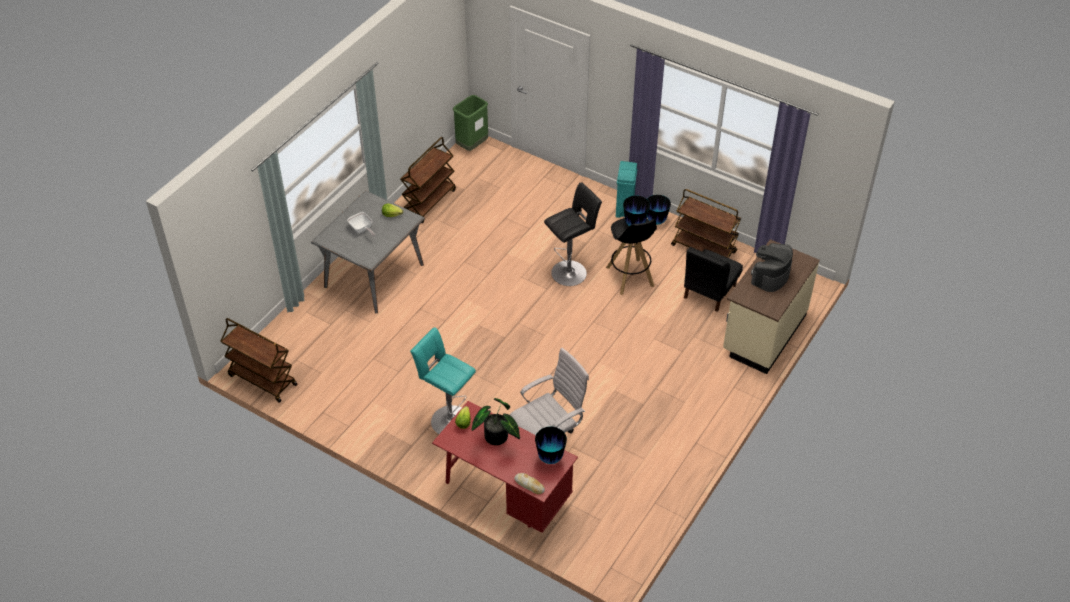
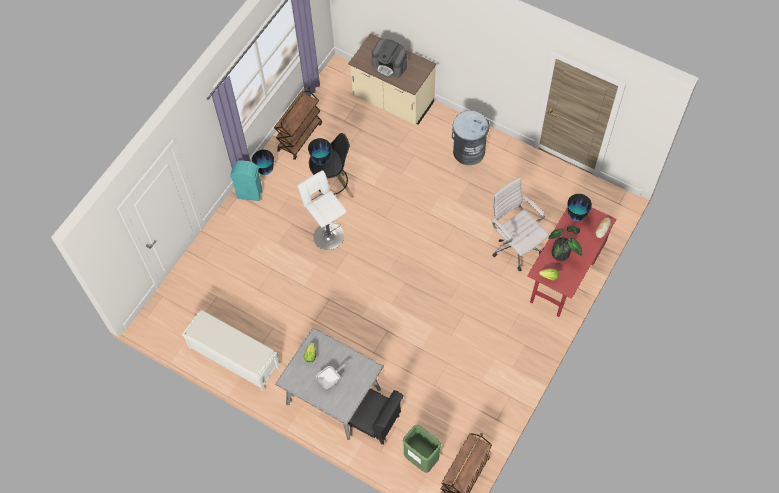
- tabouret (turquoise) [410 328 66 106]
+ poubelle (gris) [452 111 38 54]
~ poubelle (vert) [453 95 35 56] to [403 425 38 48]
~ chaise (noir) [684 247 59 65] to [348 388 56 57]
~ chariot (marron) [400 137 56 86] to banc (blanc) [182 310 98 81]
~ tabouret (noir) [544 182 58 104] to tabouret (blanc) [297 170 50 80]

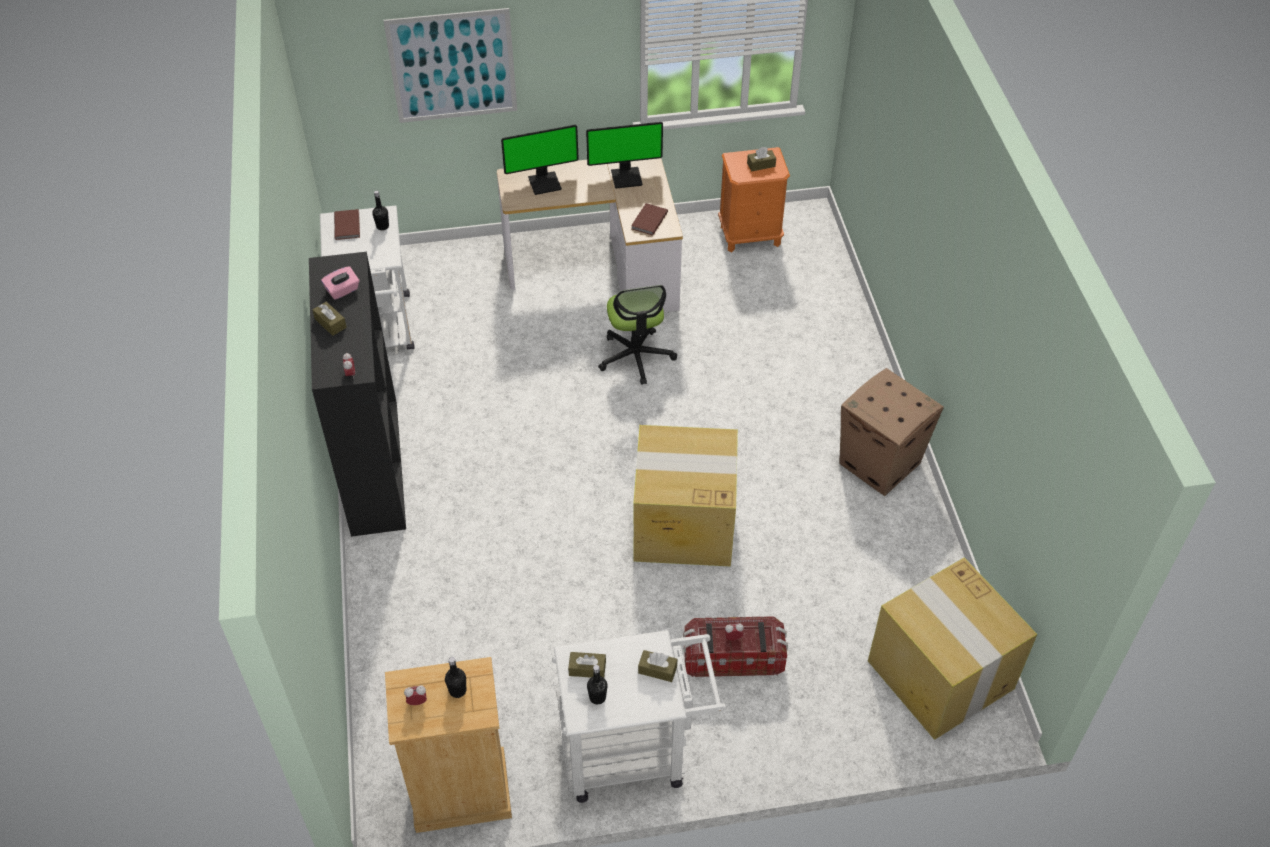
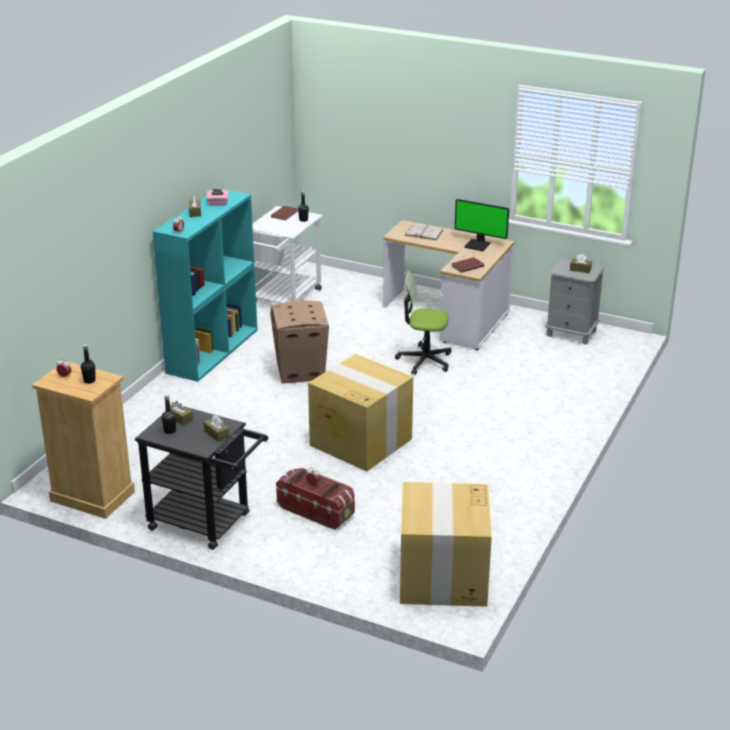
- tableau [383 8 134 115]
~ carton [839 368 105 128] to [270 301 59 83]
~ écran d'ordinateur [501 125 78 70] to livre (blanc) [404 223 39 17]
~ bibliothèque (noir) [309 252 97 285] to bibliothèque (turquoise) [153 188 105 194]
~ chariot (blanc) [552 630 174 173] to chariot (noir) [135 406 133 144]
~ table de chevet (orange) [718 147 72 105] to table de chevet (gris) [545 258 60 87]
~ chaise de bureau [598 285 79 100] = [395 271 56 104] 75 degrees clockwise

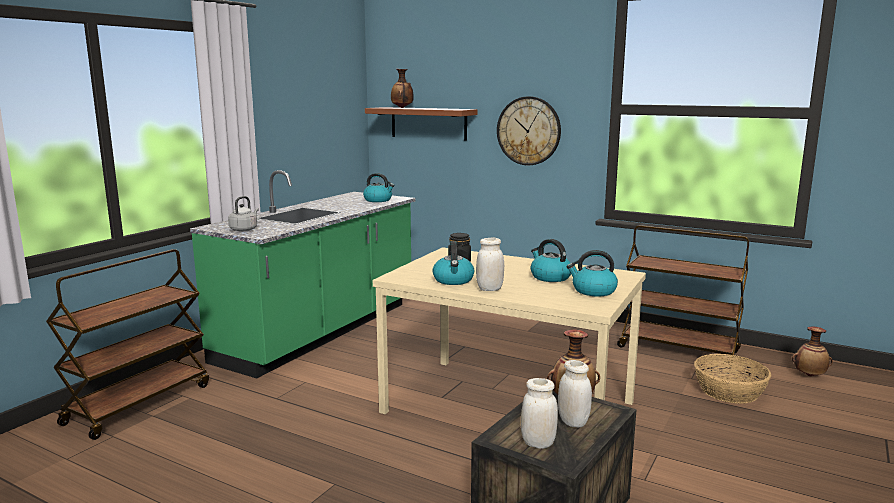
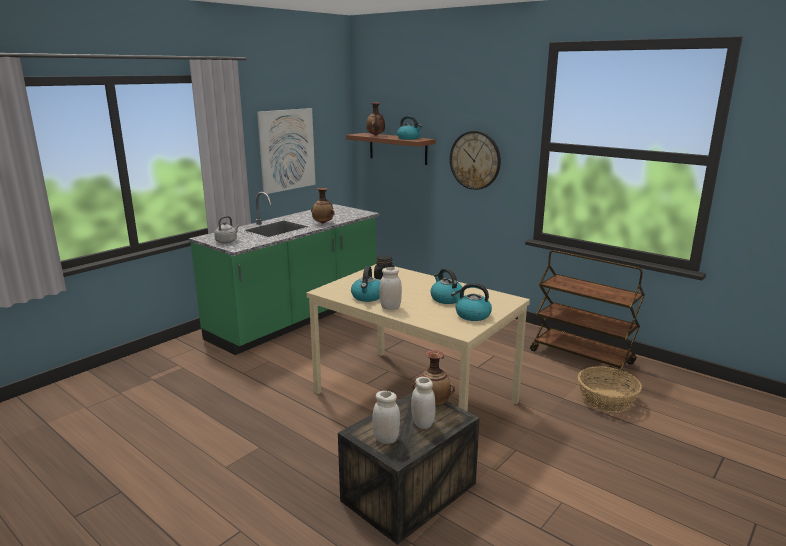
- chariot (marron) [46 249 163 191]
+ tableau [257 108 59 86]
~ bouilloire [363 173 31 29] to [397 116 25 24]
~ vase [792 327 41 49] to [311 188 23 36]

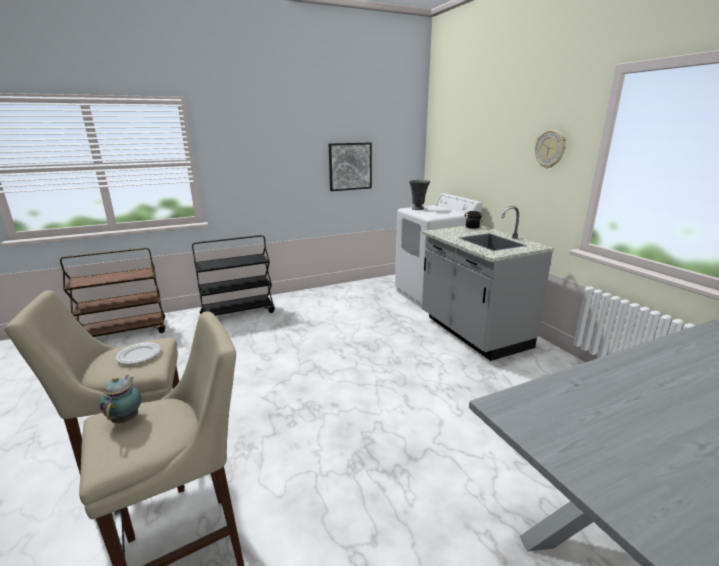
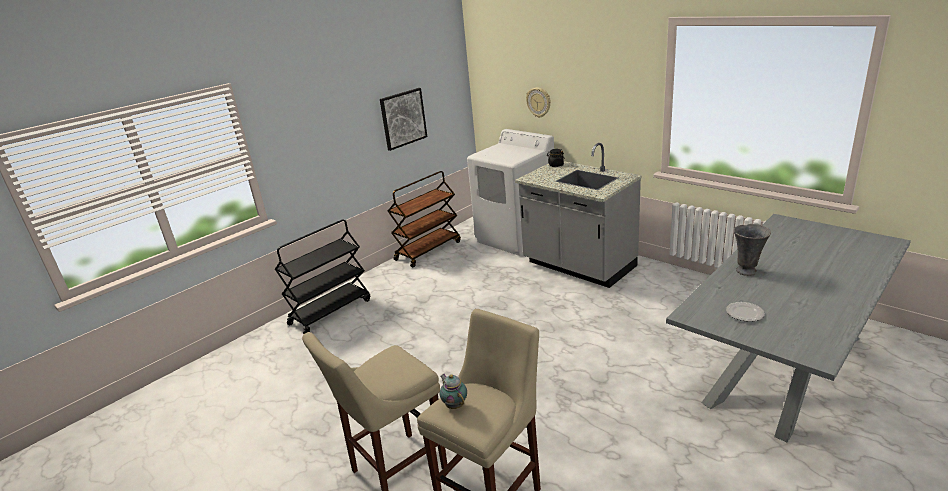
~ chariot (marron) [60 248 105 89] to [388 171 73 96]
~ assiette [116 342 45 22] to [726 302 39 20]
~ vase (gris) [409 180 21 30] to [734 224 37 52]
~ horloge murale [535 130 31 38] to [526 88 25 30]

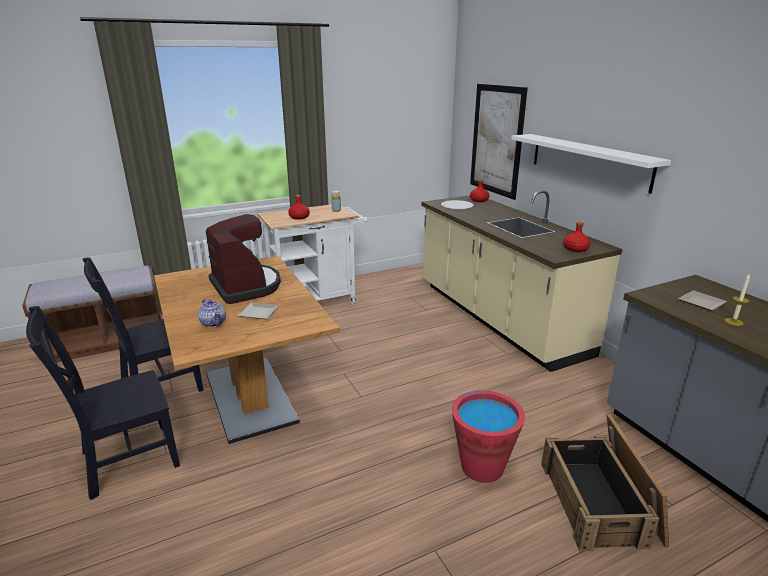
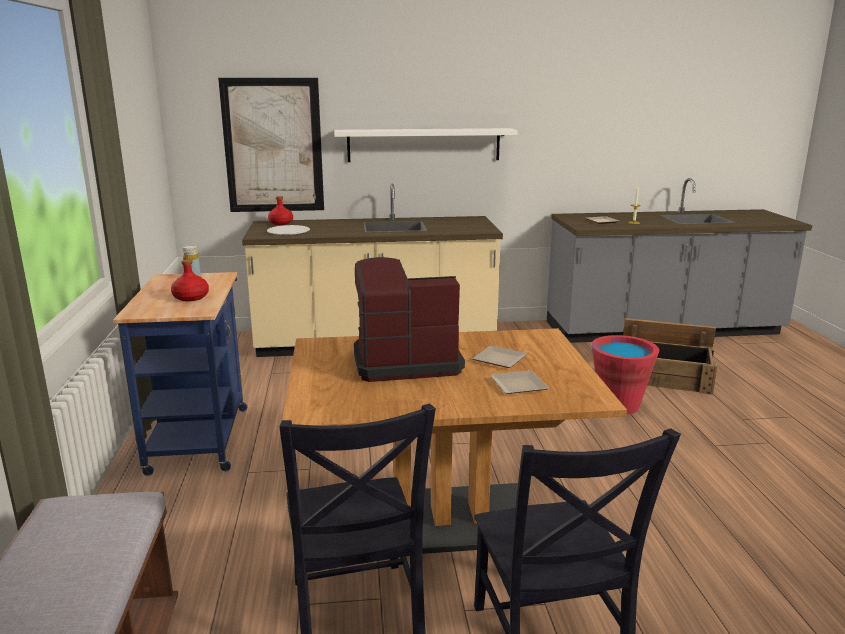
- bouteille (rouge) [563 222 28 30]
~ théière [198 299 28 29] to assiette [490 370 59 24]
~ chariot (blanc) [257 204 111 100] to chariot (bleu) [113 272 134 204]

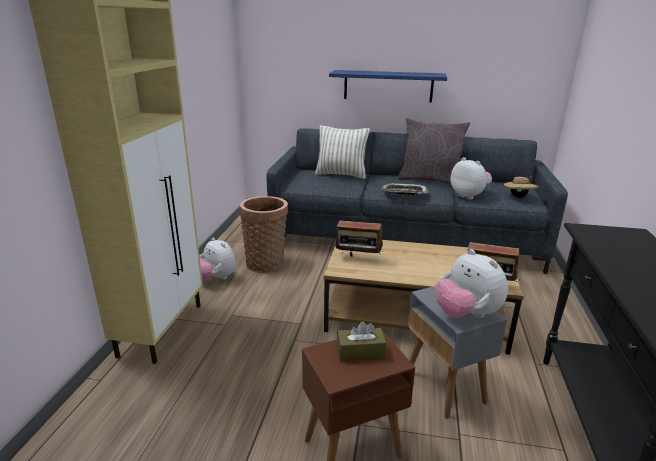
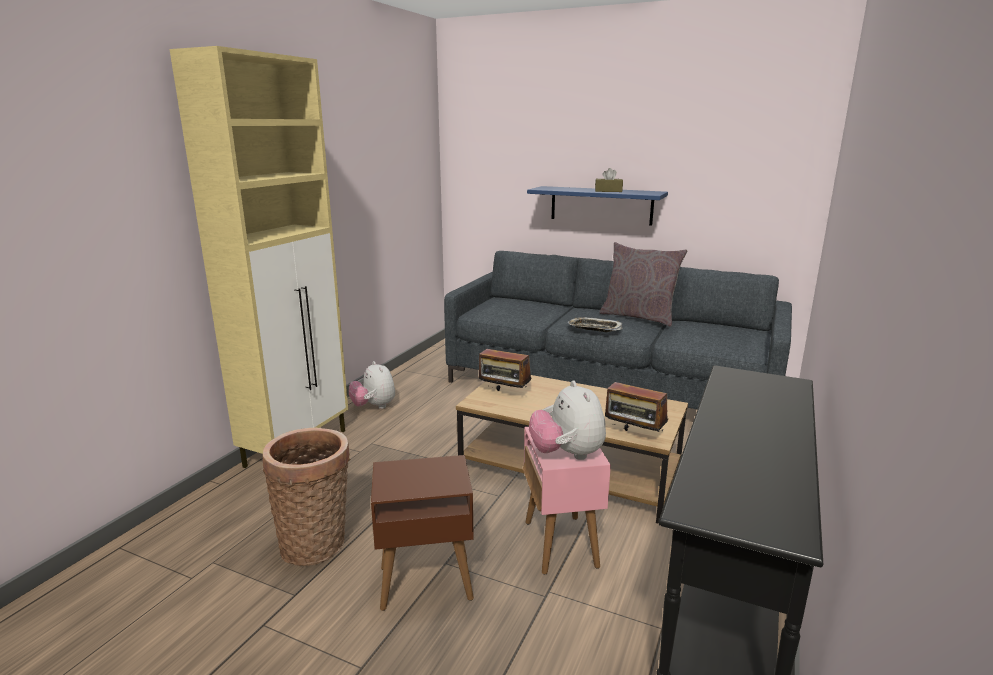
- coussin [315 125 55 54]
- peluche [450 157 42 43]
- chapeau (beige) [504 177 34 21]
~ panier [239 196 49 77] to [263 428 87 138]
~ boîte à mouchoirs (marron) [337 321 49 40] to [595 168 28 24]
~ table d'appoint (gris) [408 286 99 132] to table d'appoint (rose) [523 427 88 148]

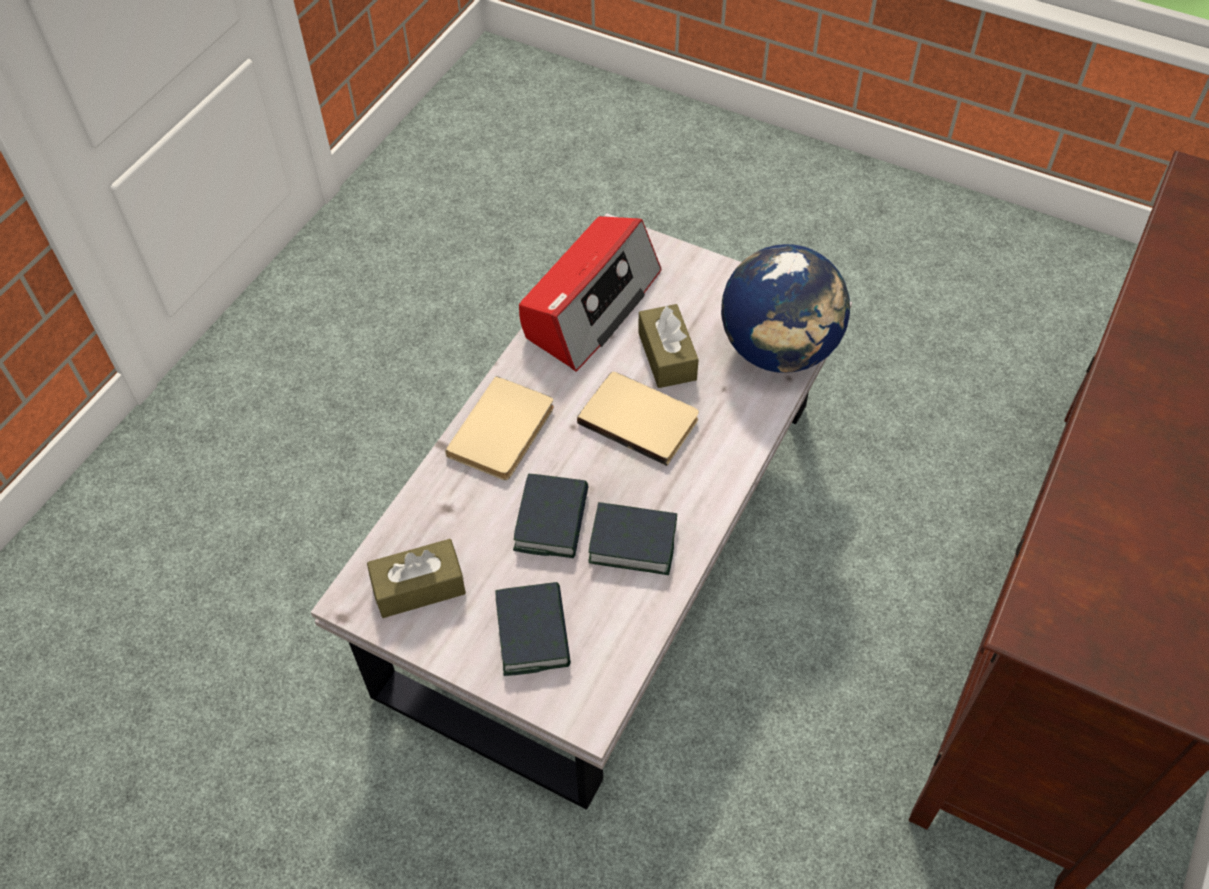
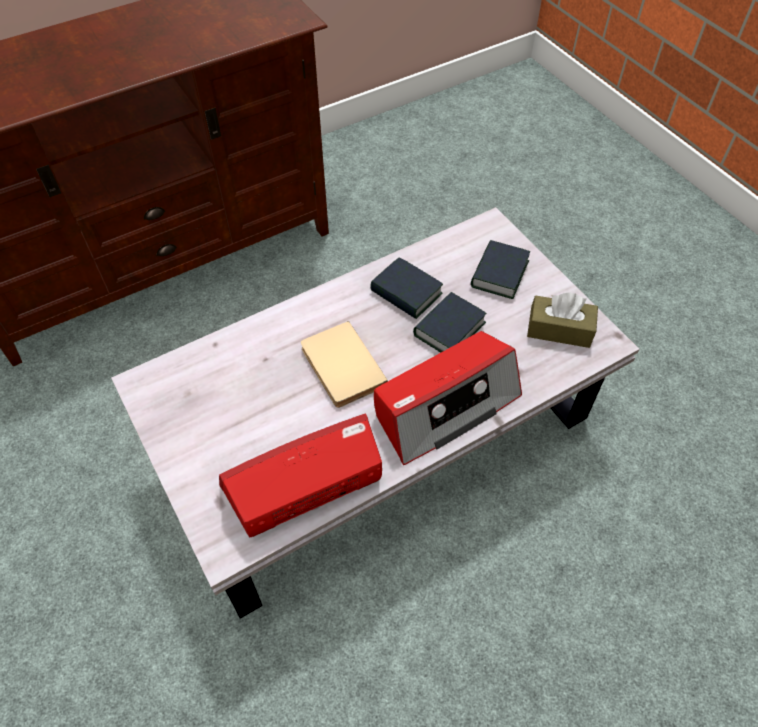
- boîte à mouchoirs (marron) [638 304 61 84]
- globe [721 244 129 129]
~ livre (beige) [445 376 109 104] to radio [374 331 148 134]

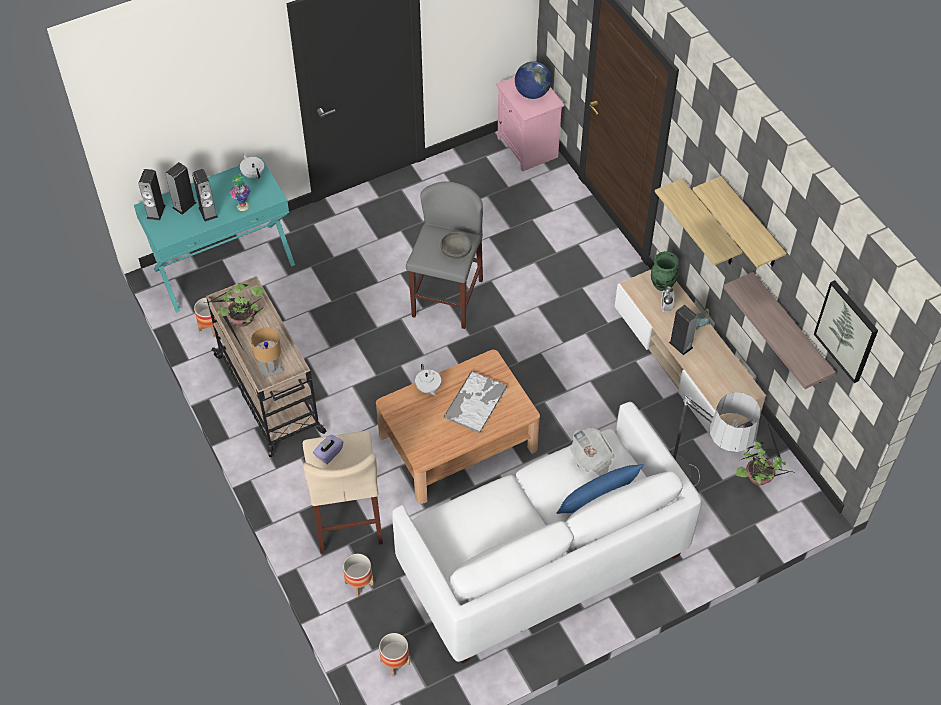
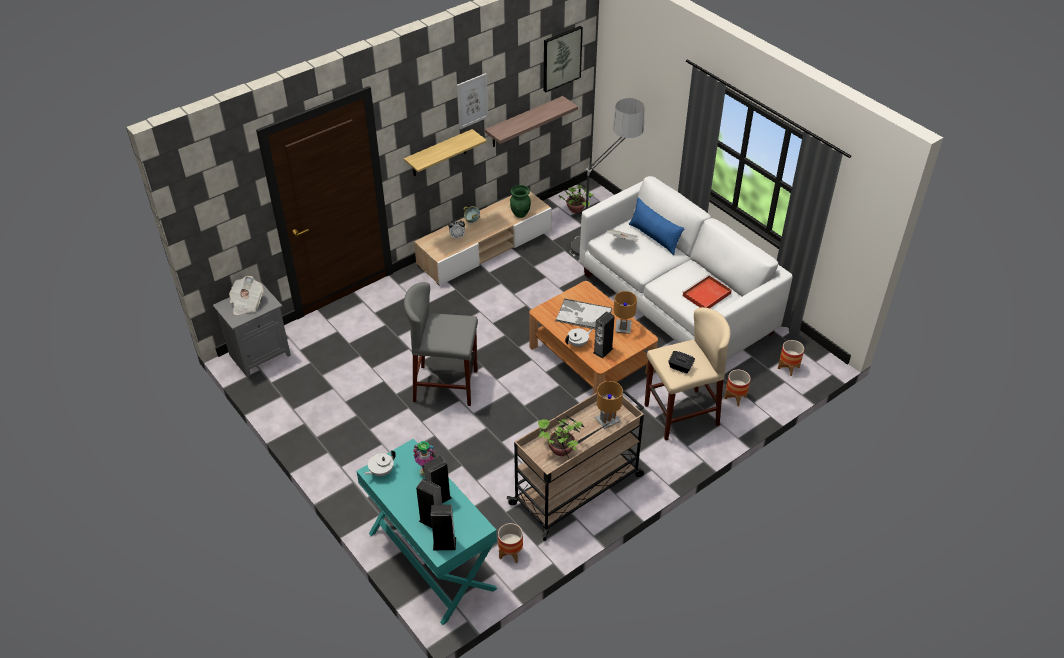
- bol (gris) [440 232 32 27]
+ lampe de table (marron) [614 291 23 43]
+ plateau (rouge) [682 275 50 34]
~ vase (vert) [651 251 28 40] to [510 185 21 33]
~ enceinte [669 305 29 50] to [593 311 22 48]
~ globe [515 61 36 38] to journal [229 276 35 39]
~ étagère [692 176 95 92] to tableau [457 73 31 56]
~ boîte à mouchoirs (violet) [313 435 30 29] to boîte à mouchoirs (noir) [668 351 27 22]
~ table de chevet (rose) [496 77 69 95] to table de chevet (gris) [213 283 78 94]

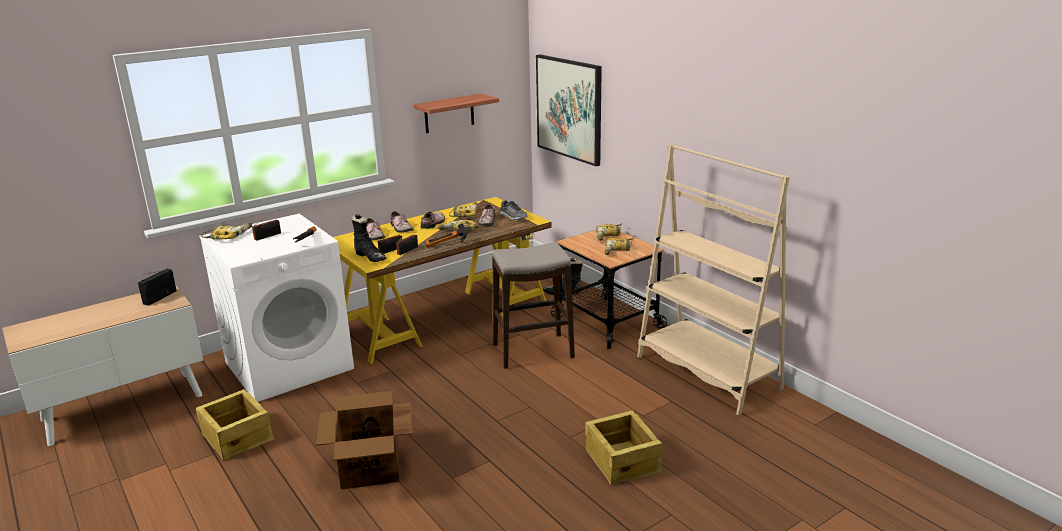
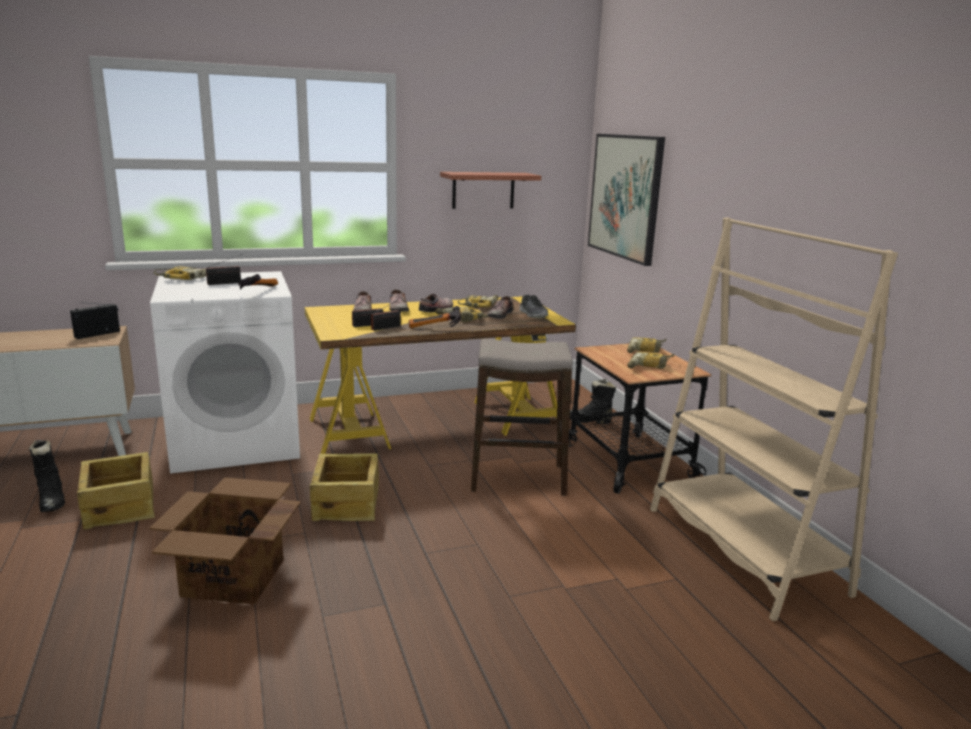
~ botte (noir) [351 214 35 48] to [29 440 36 72]
~ caisse [585 410 78 75] to [310 453 69 68]

